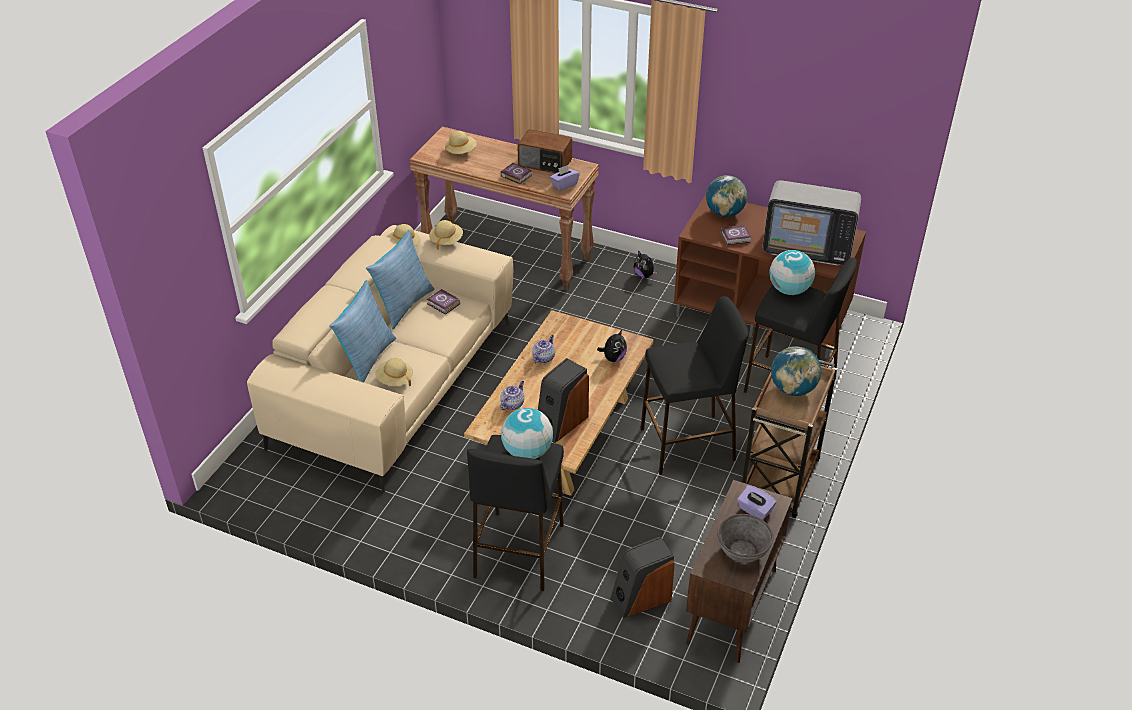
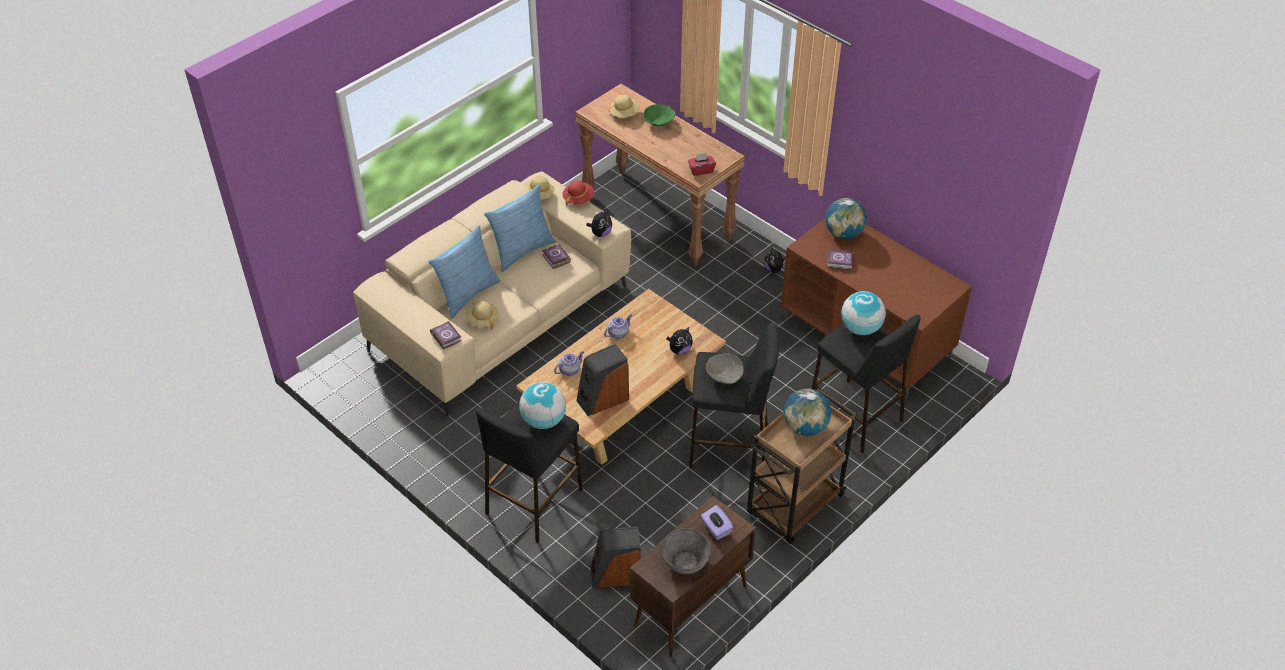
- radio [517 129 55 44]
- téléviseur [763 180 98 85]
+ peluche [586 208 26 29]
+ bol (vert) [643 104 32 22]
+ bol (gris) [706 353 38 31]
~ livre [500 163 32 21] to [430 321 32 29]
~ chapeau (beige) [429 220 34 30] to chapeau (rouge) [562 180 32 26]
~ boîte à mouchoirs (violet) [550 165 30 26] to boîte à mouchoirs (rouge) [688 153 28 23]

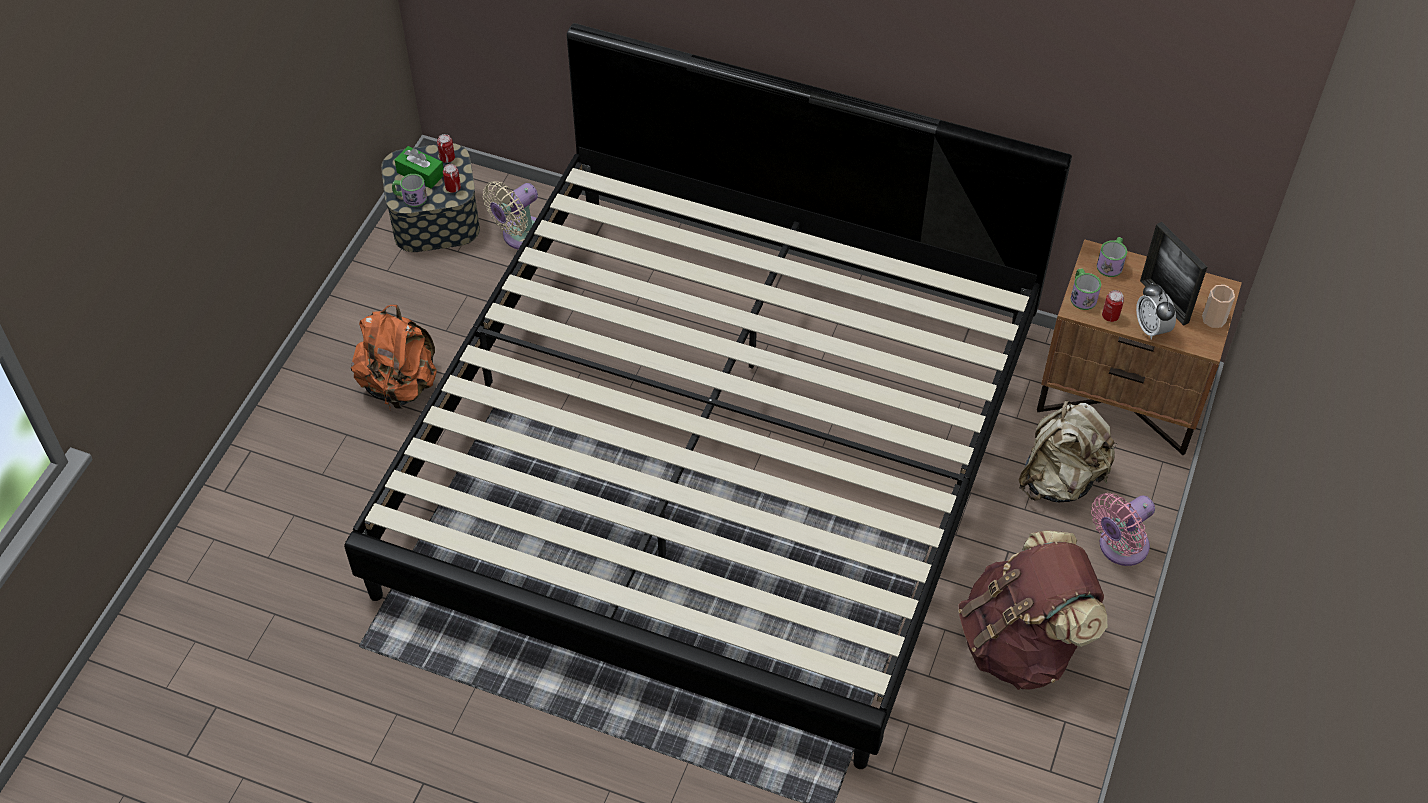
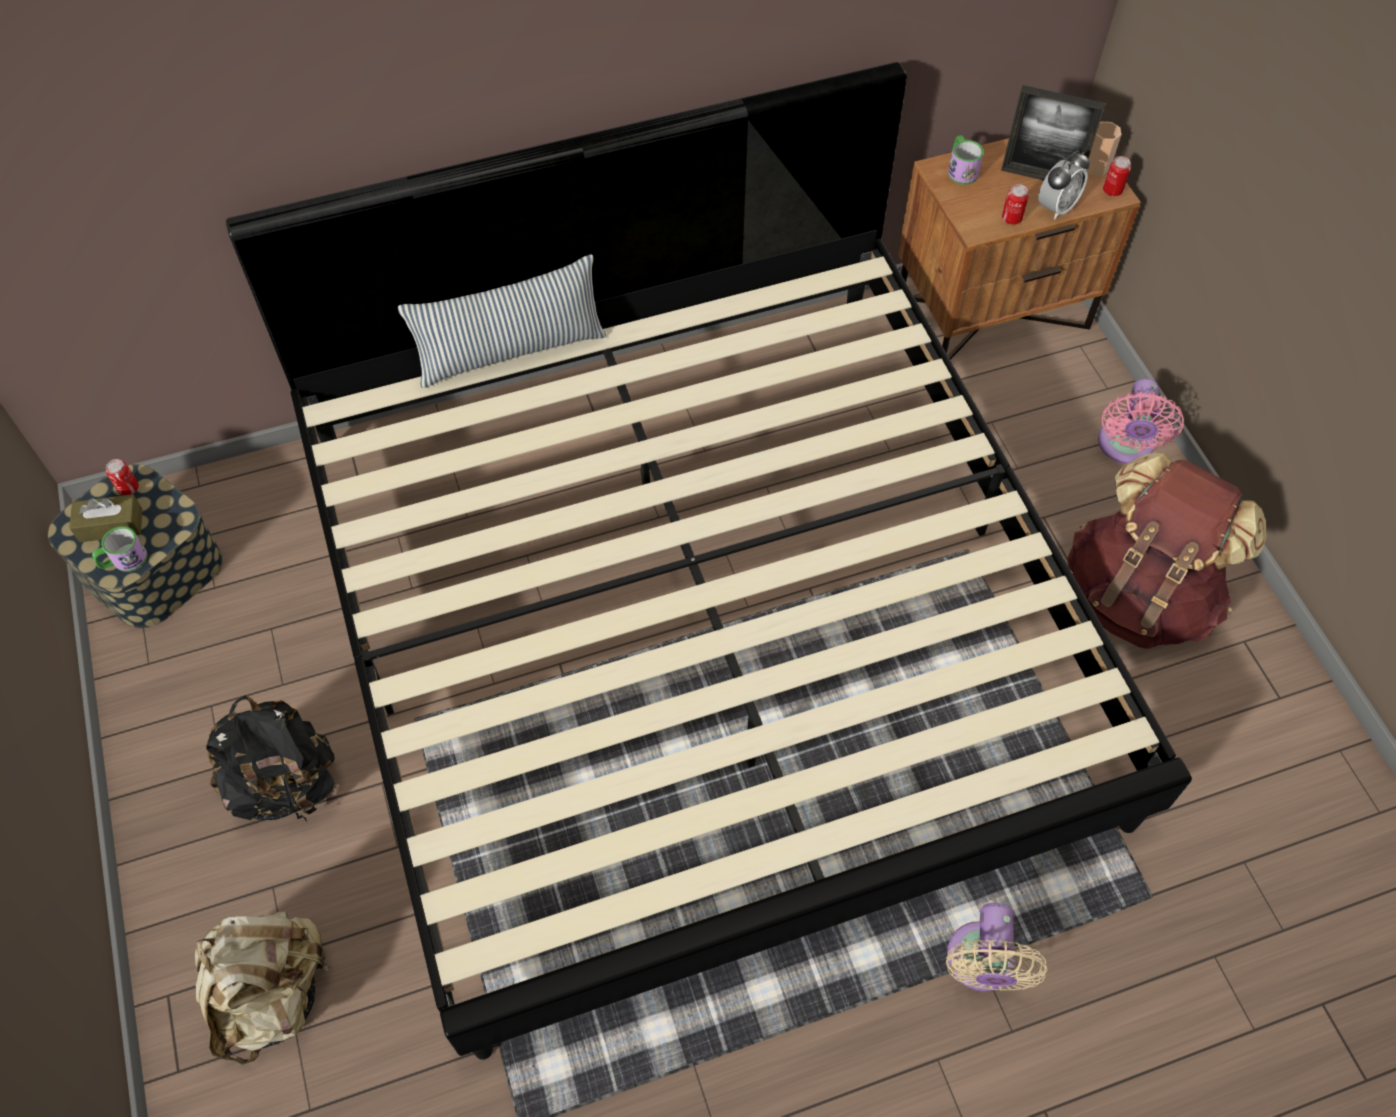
- mug [1070 268 31 42]
+ coussin [398 254 208 134]
~ boîte métallique [443 164 18 29] to [1103 156 28 40]
~ ventilateur (beige) [483 181 55 68] to [946 903 102 89]
~ sac à dos (beige) [1019 400 98 102] to [195 911 136 154]
~ sac à dos (orange) [351 305 86 104] to sac à dos (noir) [207 695 128 126]
~ boîte à mouchoirs (vert) [395 146 49 43] to boîte à mouchoirs (marron) [69 494 74 48]
~ réveil [1136 283 40 57] = [1038 150 52 70] 75 degrees counterclockwise

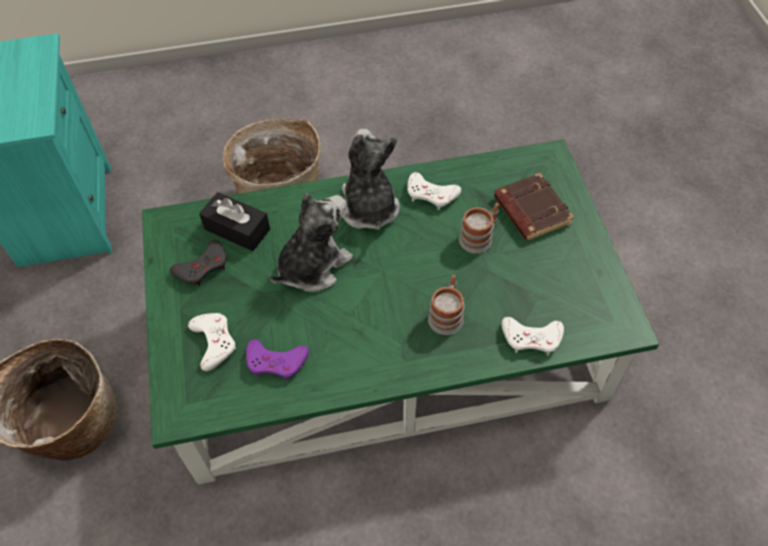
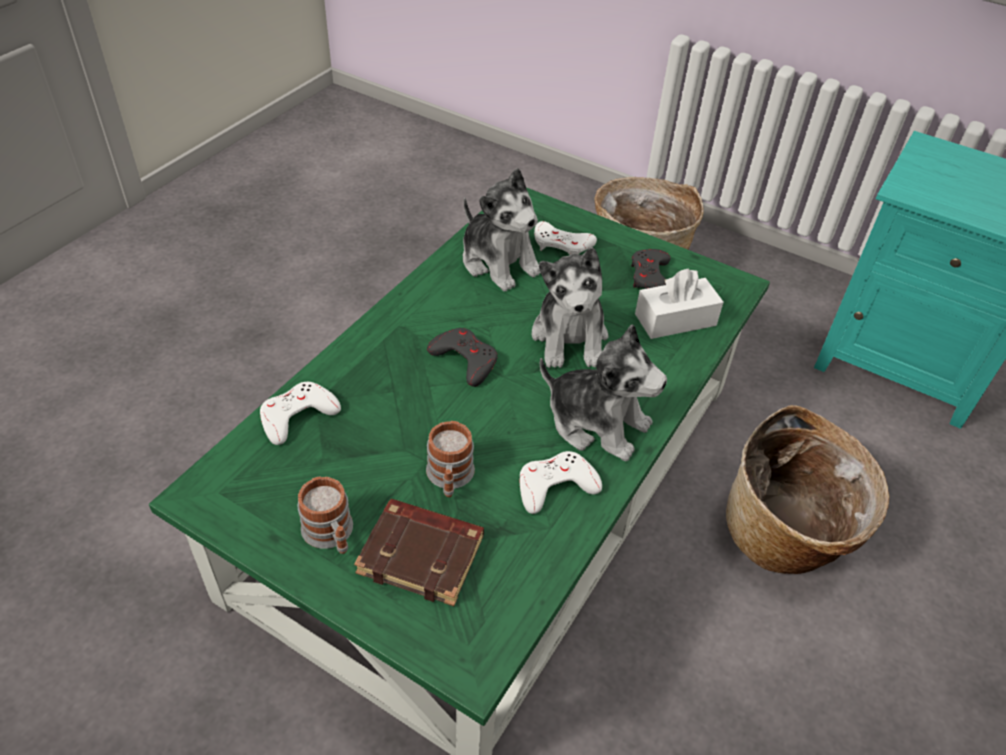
+ manette (gris) [427 328 71 59]
~ mug [428 275 36 60] to [297 476 56 78]
~ manette (violet) [246 339 63 42] to peluche [463 168 78 124]
~ boîte à mouchoirs (noir) [199 192 71 59] to boîte à mouchoirs (blanc) [635 268 88 71]

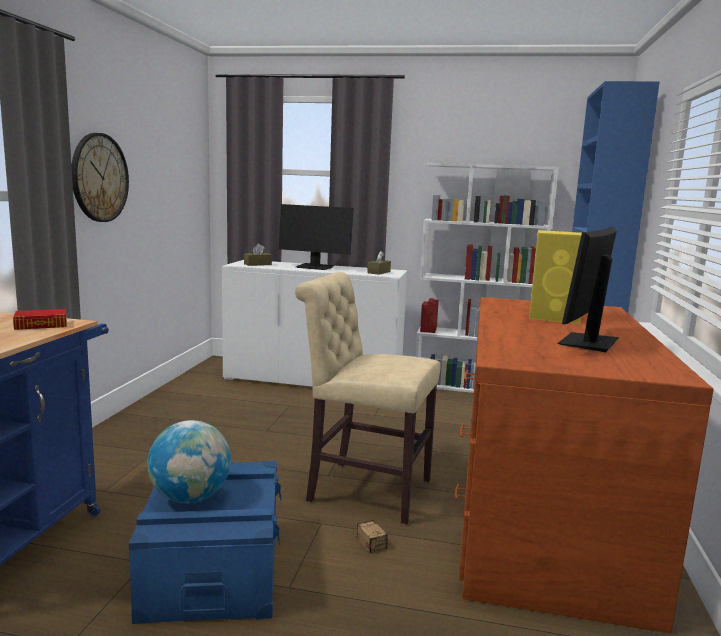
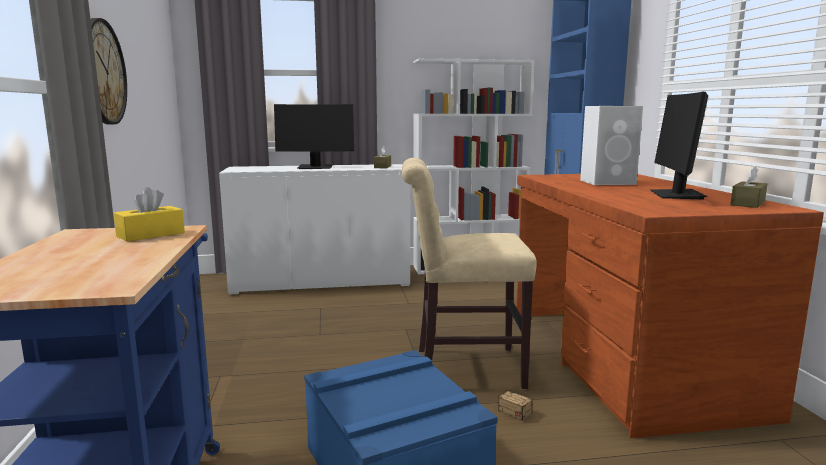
- globe [147 420 84 83]
~ boîte à mouchoirs (marron) [244 244 28 22] to [730 166 37 42]
~ livre [13 309 54 21] to boîte à mouchoirs (jaune) [113 187 72 55]
~ enceinte (jaune) [529 230 53 94] to enceinte (blanc) [580 106 63 79]

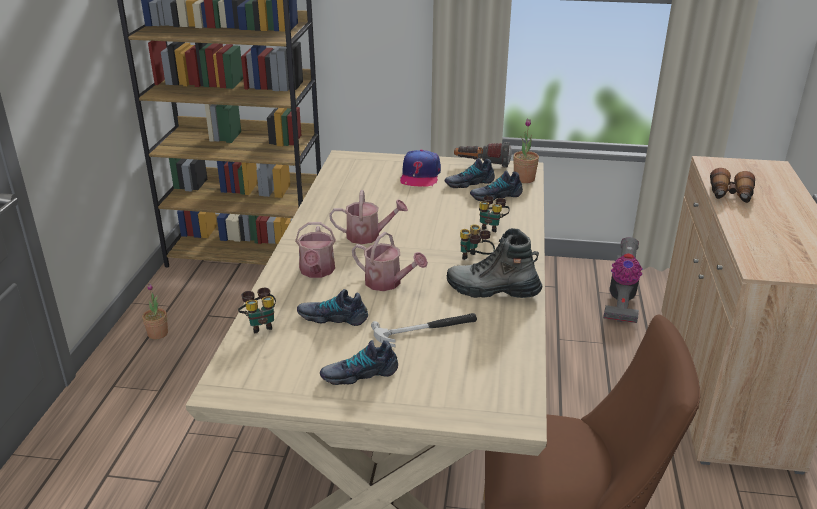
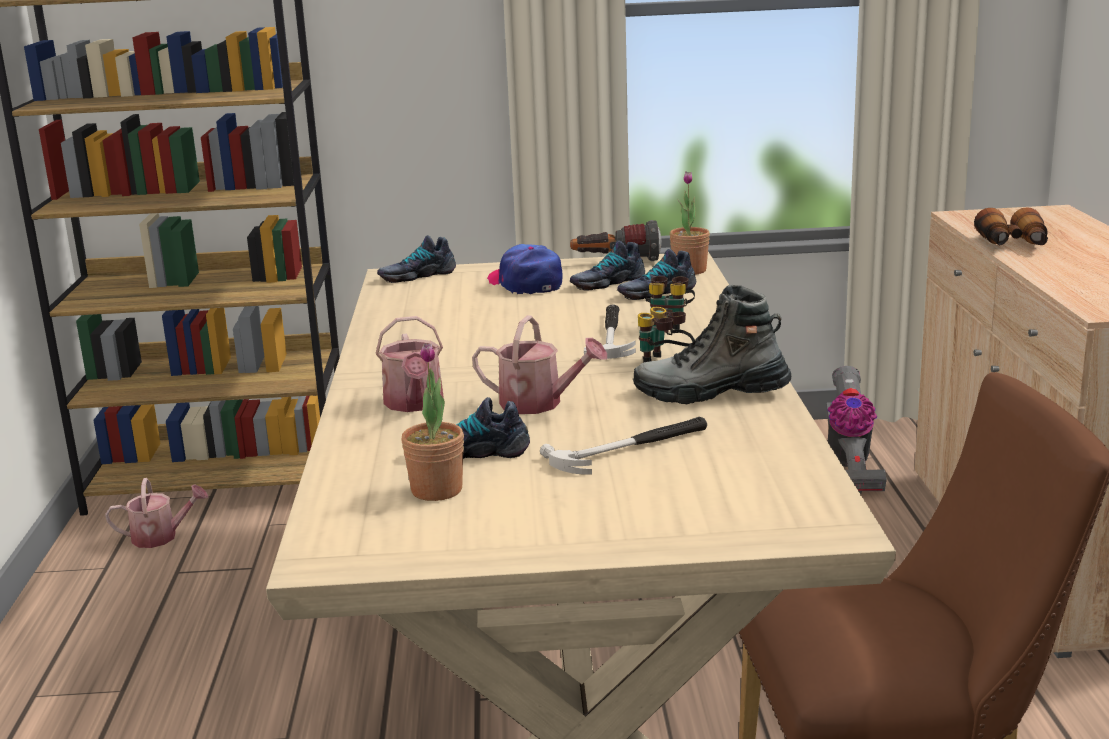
- jumelles [238 288 38 45]
+ marteau [584 304 52 55]
~ plante en pot [142 283 26 57] to [401 343 63 158]
~ chaussure [320 340 78 45] to [377 235 79 48]
~ arrosoir [329 190 79 54] to [105 478 103 70]
~ casquette [400 150 41 37] = [488 244 75 50] 150 degrees clockwise

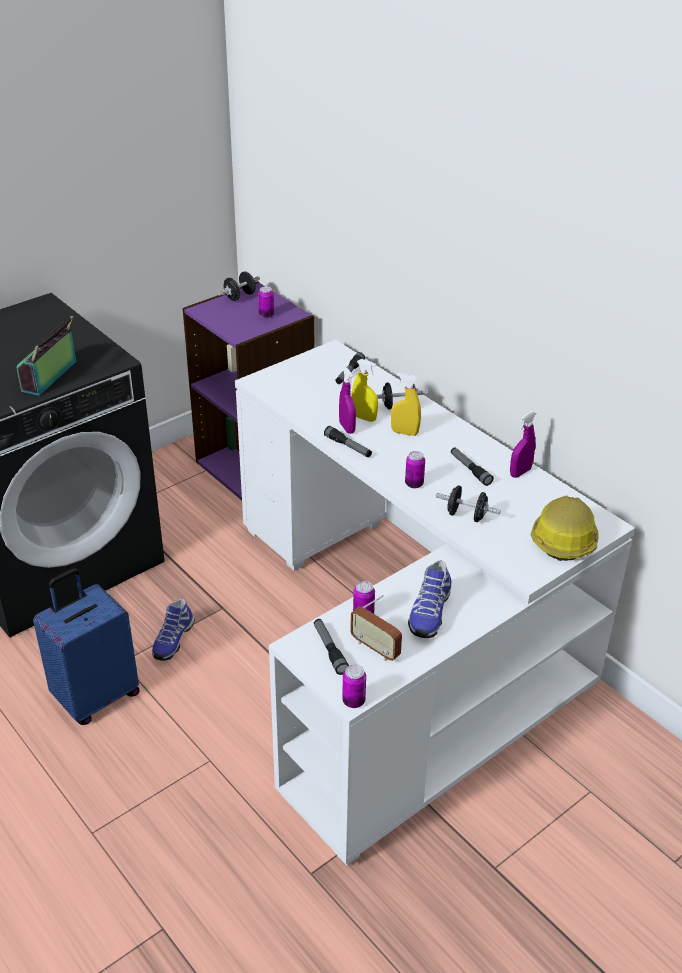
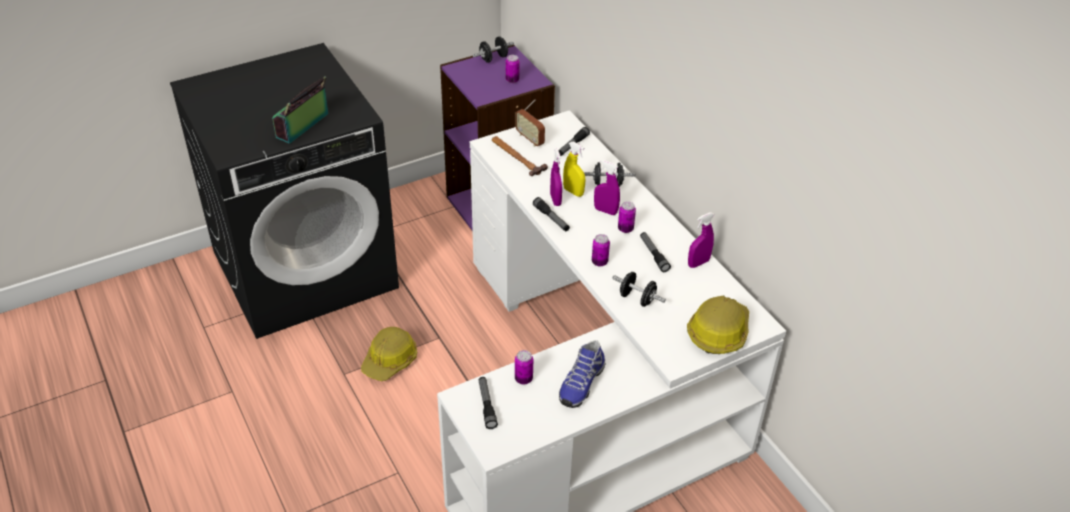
- valise (bleu) [33 568 107 157]
+ marteau [492 136 56 40]
~ boîte métallique [342 664 24 44] to [618 201 18 32]
~ radio [350 595 52 66] to [515 100 30 47]
~ chaussure [152 599 42 62] to casque de chantier [361 327 56 54]
~ vaporisateur (jaune) [391 373 30 63] to vaporisateur (violet) [594 160 26 55]

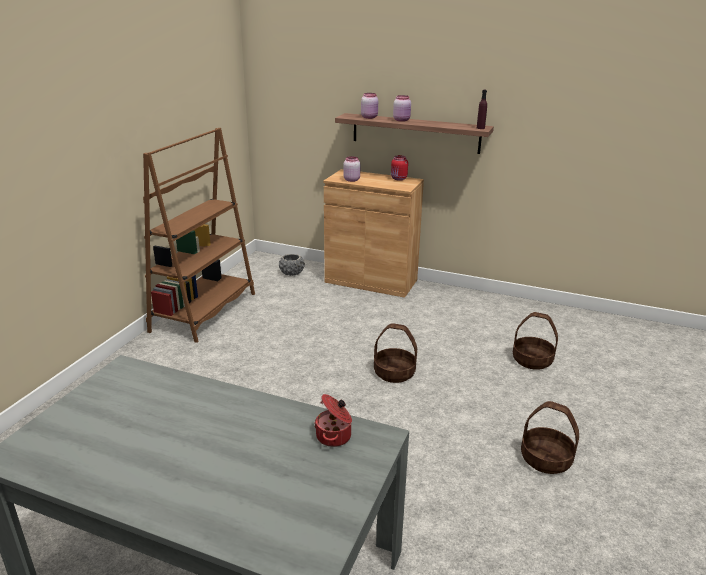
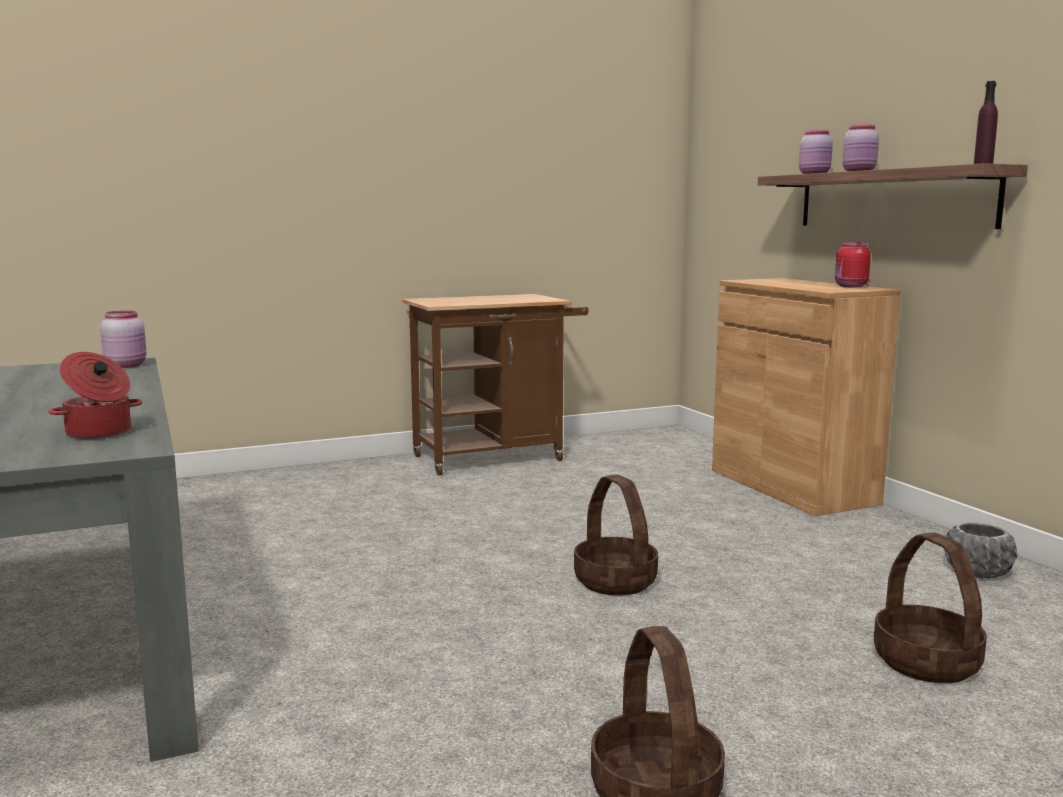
~ cache-pot (gris) [279 254 26 22] to [944 522 74 57]
~ bocal (rose) [343 156 17 26] to [100 311 47 57]
~ bibliothèque (marron) [143 128 112 215] to chariot (marron) [402 294 187 182]

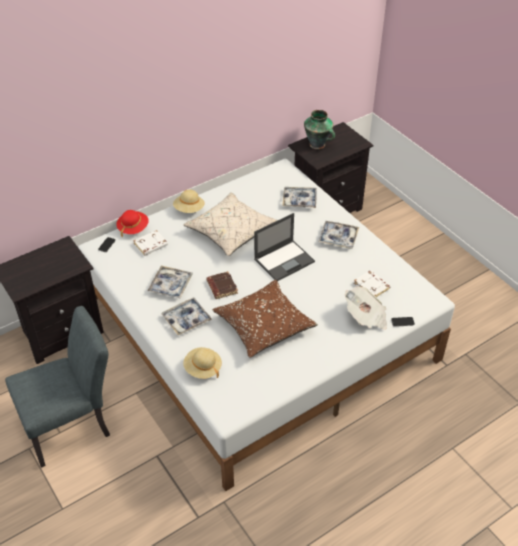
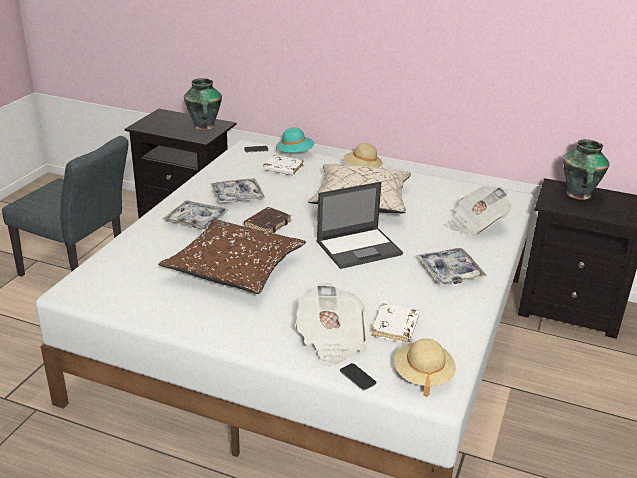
+ vase [184 78 38 52]
~ chapeau (beige) [183 347 39 32] to [394 339 62 58]
~ plateau [282 187 35 21] to journal [446 186 65 50]
~ chapeau (rouge) [116 210 33 28] to chapeau (turquoise) [276 127 38 26]
~ ordinateur portable [254 213 61 68] = [316 182 87 87] 45 degrees counterclockwise

